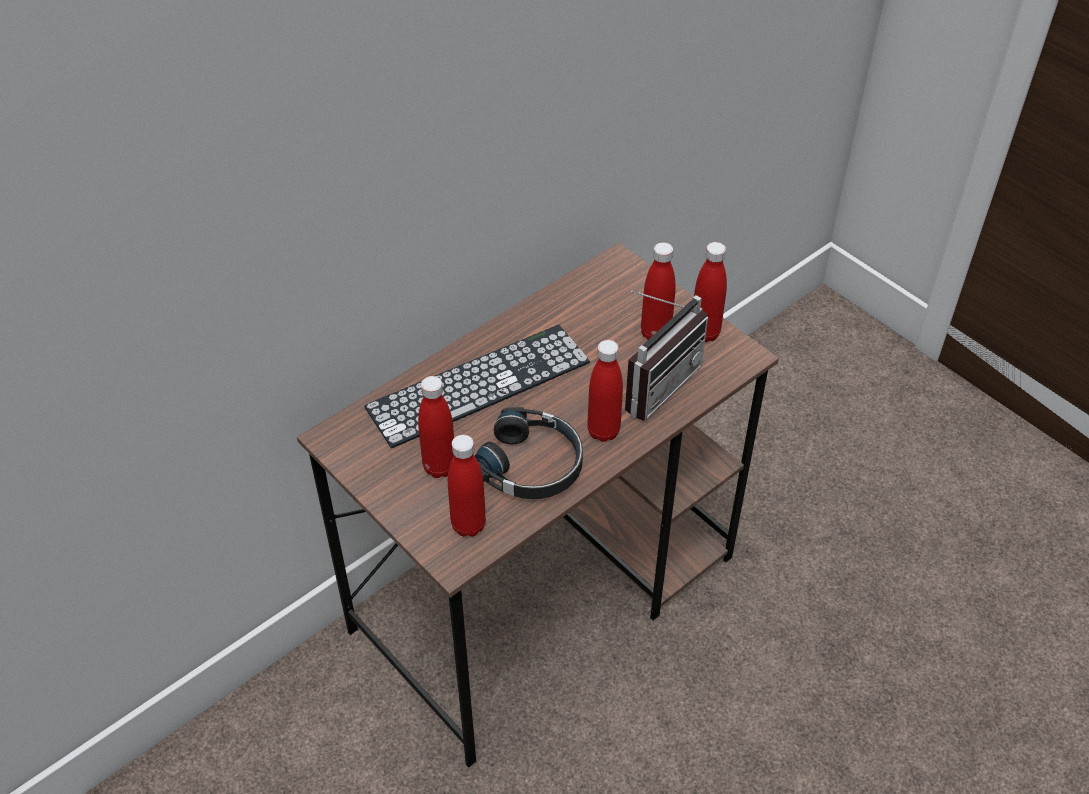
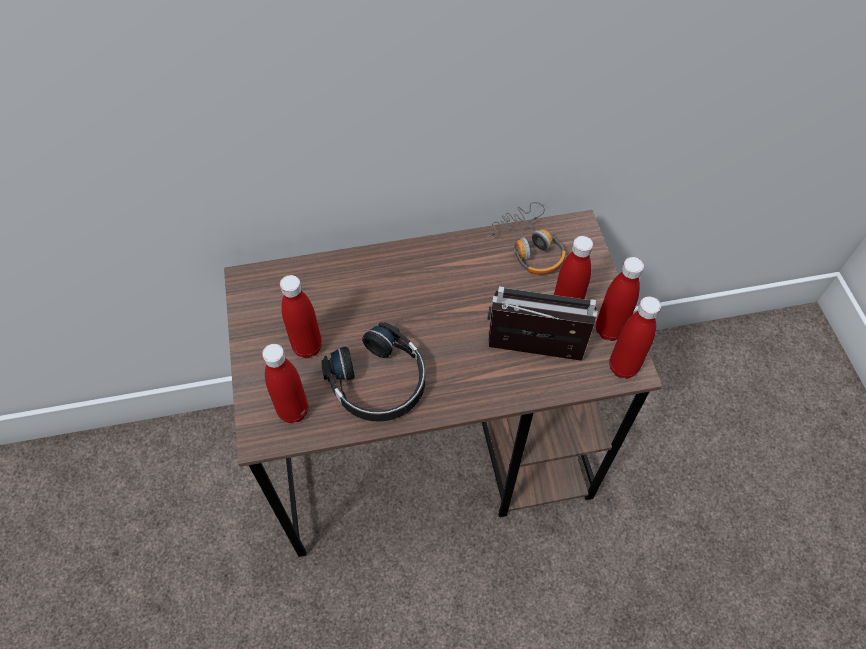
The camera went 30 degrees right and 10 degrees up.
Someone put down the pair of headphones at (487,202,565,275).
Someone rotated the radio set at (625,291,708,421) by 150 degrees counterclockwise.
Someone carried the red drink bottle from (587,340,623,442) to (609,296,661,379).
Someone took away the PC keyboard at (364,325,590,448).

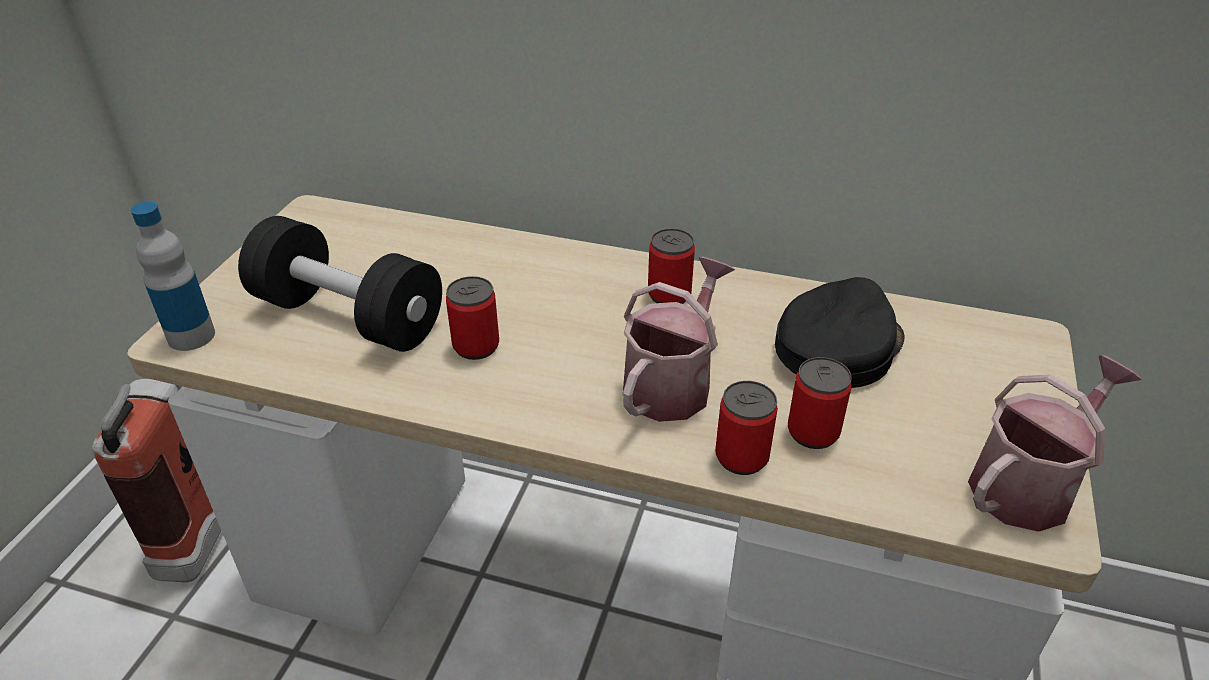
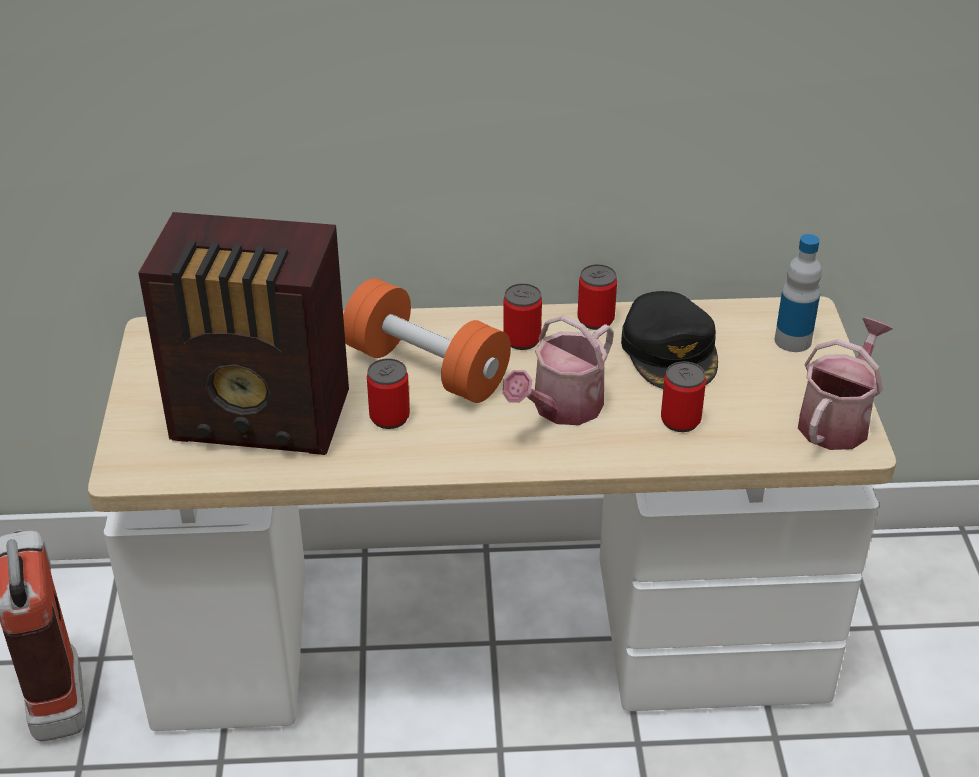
The camera went 20 degrees left and 0 degrees up.
Someone swapped the blackish free weight at (238,216,442,352) for the radio set at (138,212,349,455).
Someone put down the orangey free weight at (343,278,511,403).
Someone rotated the sprinkling can at (623,257,735,422) by 150 degrees counterclockwise.
Someone carried the sealed can from (715,381,778,475) to (577,264,617,330).
Someone rotated the blackish peaked cap at (775,277,905,388) by 150 degrees clockwise.
Someone carried the drink bottle from (131,202,215,351) to (775,234,822,352).

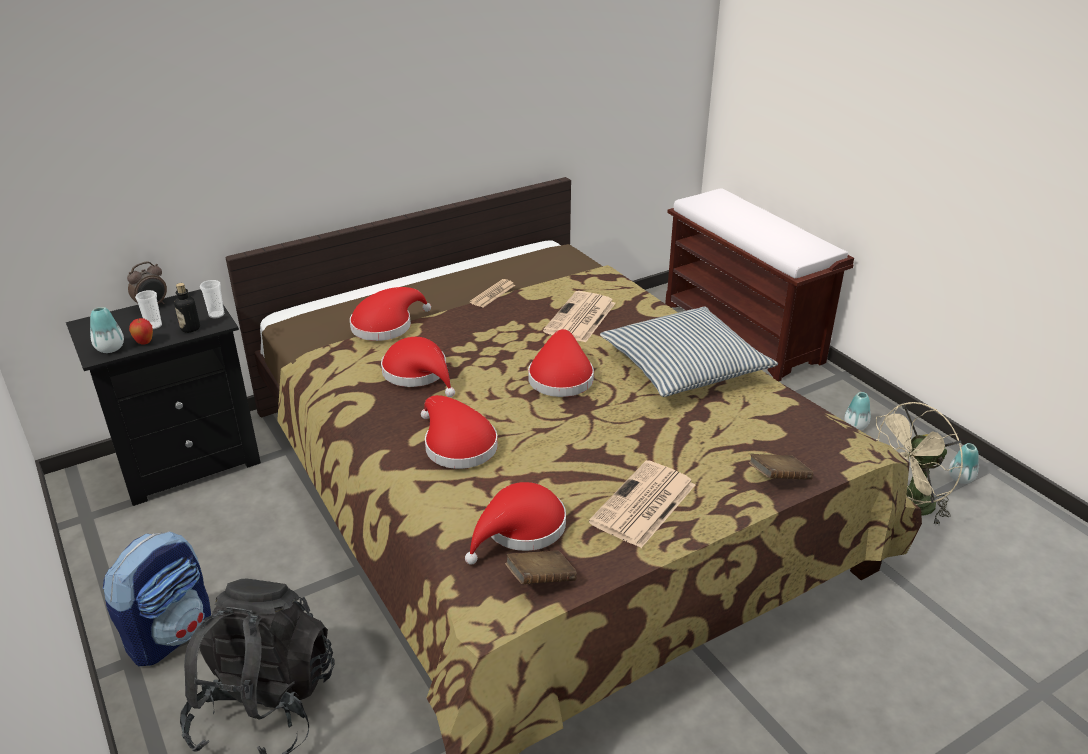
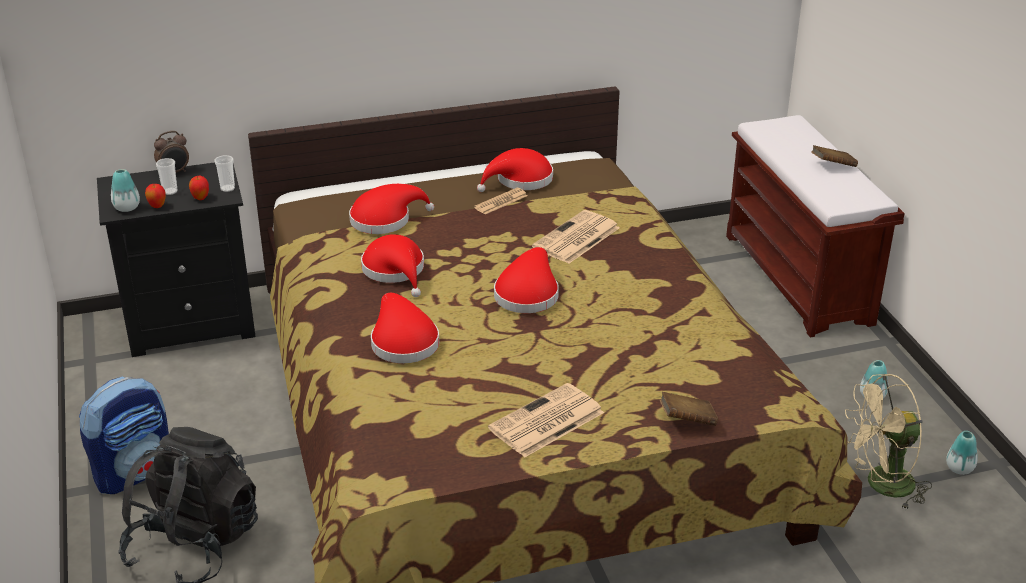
The camera went 15 degrees right and 0 degrees up.
Someone swapped the drink bottle at (174,283,200,333) for the whole apple at (189,176,209,200).
Someone carried the red hat from (465,482,566,565) to (477,148,553,192).
Someone carried the brown-coloured bound book from (505,550,577,585) to (811,145,858,167).
Someone took away the throw pillow at (600,307,778,397).

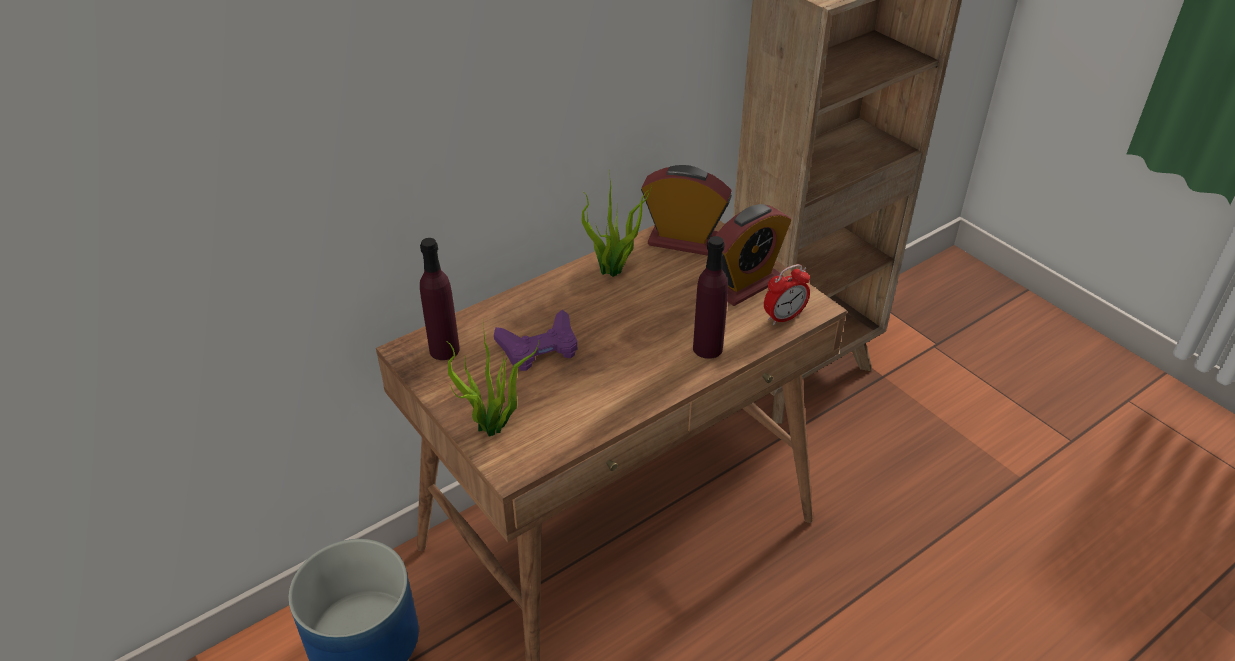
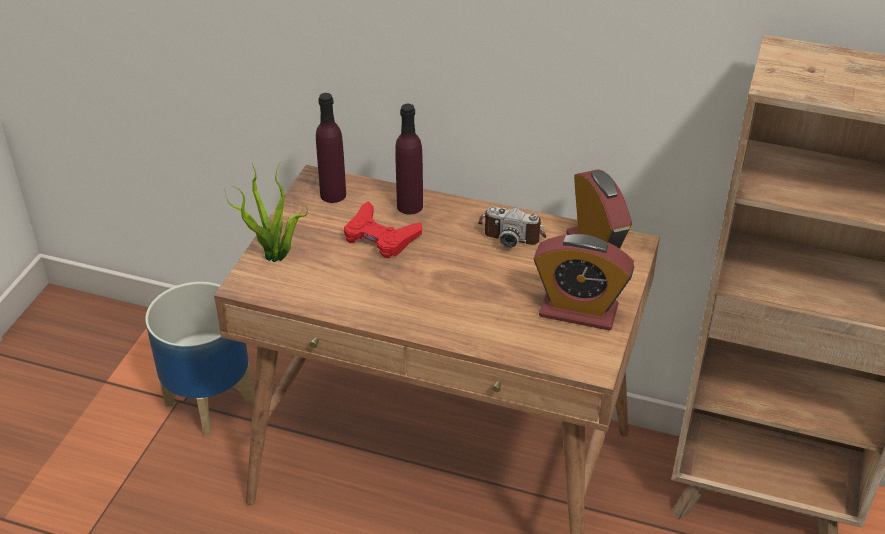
The camera went 55 degrees right and 0 degrees up.
Someone repainted the purple-coloured joypad at (494,310,577,371), which became the red joypad at (344,201,422,258).
Someone carried the purple-coloured drink bottle from (693,236,728,359) to (395,104,423,214).
Someone swapped the plant in a pot at (581,169,652,277) for the photo camera at (478,207,546,248).
Someone took away the alarm clock at (764,264,810,325).

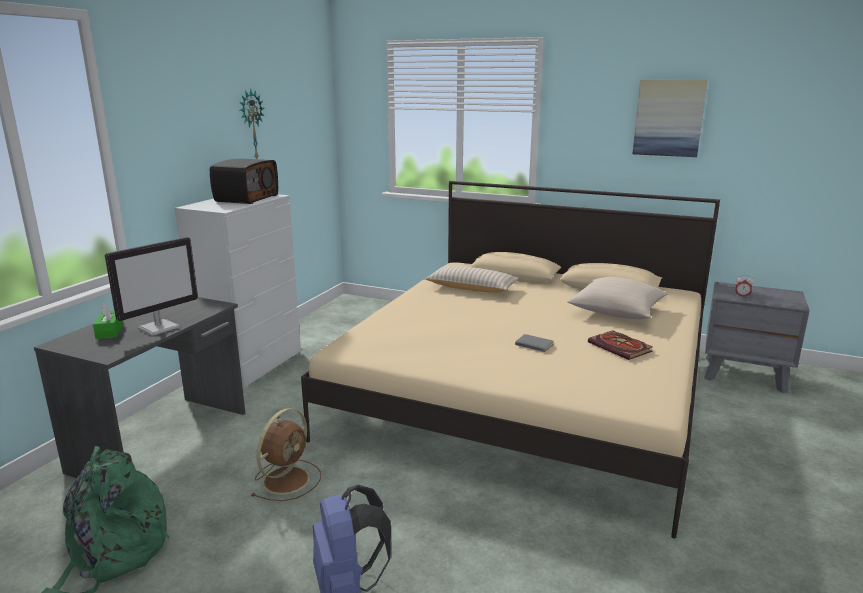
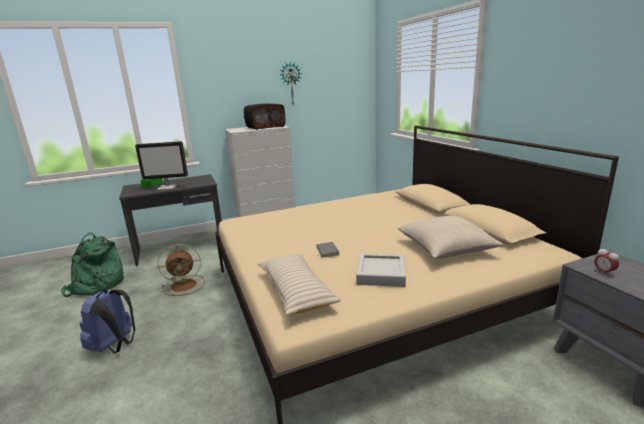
The camera went 45 degrees right and 0 degrees up.
Someone carried the beige throw pillow from (425,266,519,293) to (258,254,341,316).
Someone swapped the bound book at (588,330,653,360) for the gray tray at (356,254,406,287).
Someone took away the picture at (633,80,708,157).

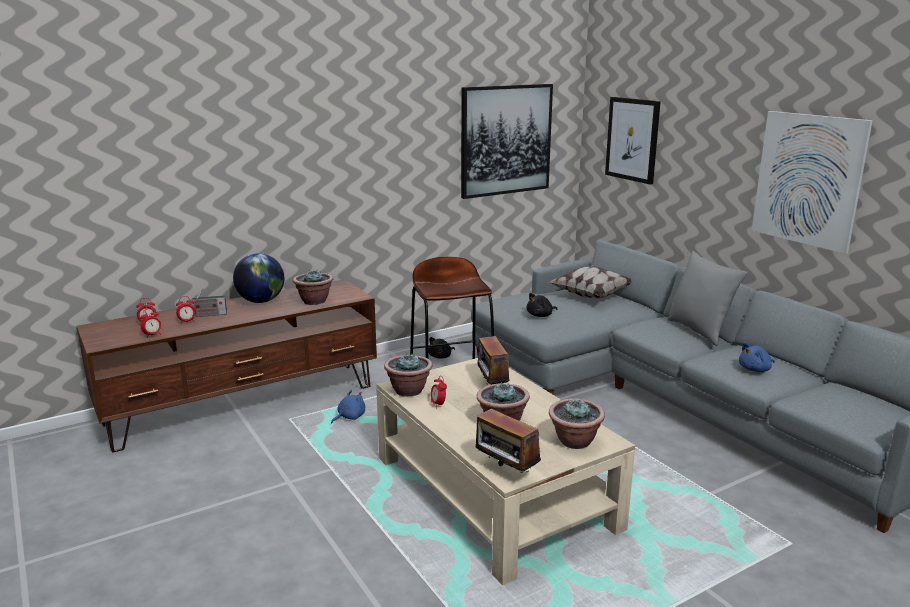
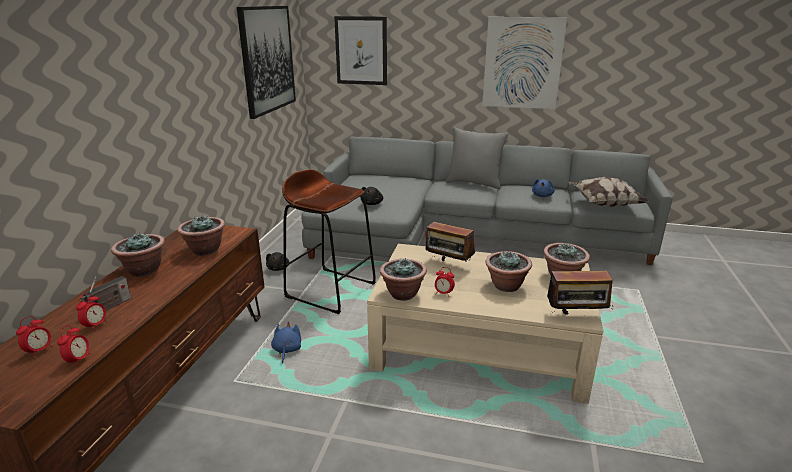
The camera went 45 degrees left and 5 degrees up.
Someone swapped the globe at (233,253,284,303) for the plant in a pot at (111,232,165,277).
Someone carried the throw pillow from (549,265,631,298) to (568,177,649,207).

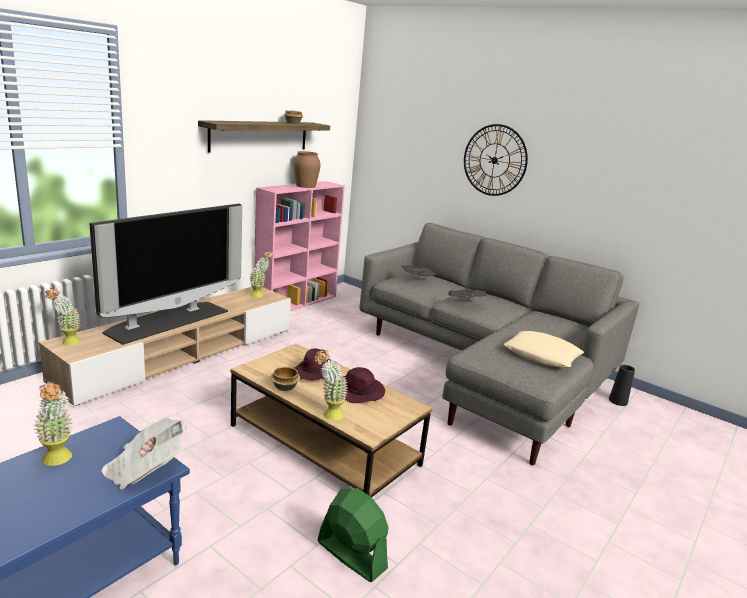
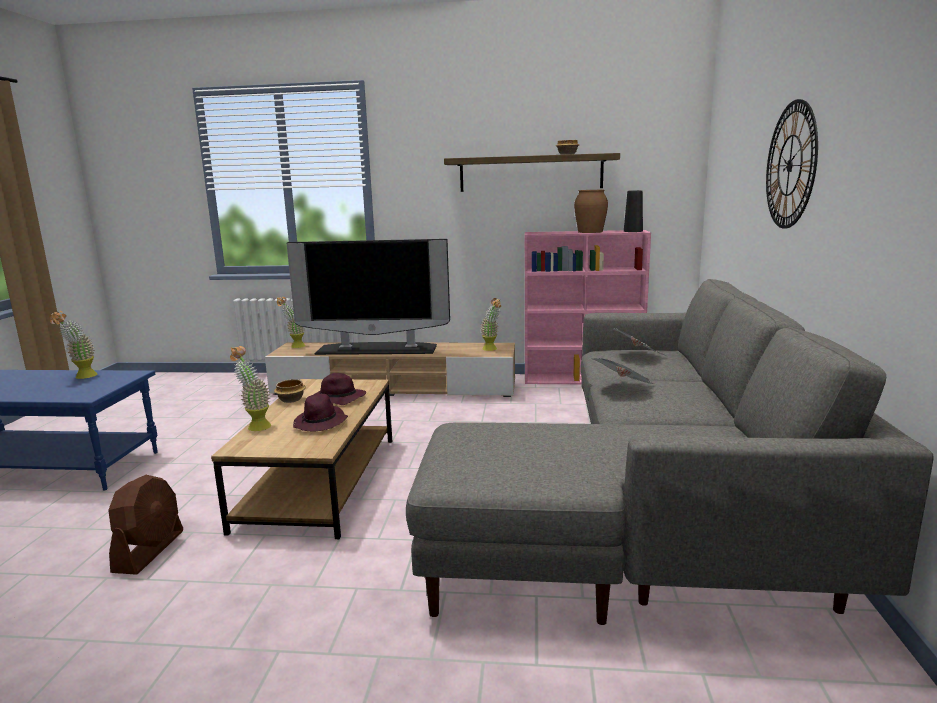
The camera went 60 degrees right and 5 degrees down.
Someone repainted the greenish cooling fan at (317,488,389,582), which became the brown-coloured cooling fan at (108,475,183,575).
Someone carried the blackish decorative vase from (609,365,635,406) to (624,190,643,232).
Someone took away the newspaper at (102,417,187,489).
Someone took away the beige throw pillow at (503,331,584,367).

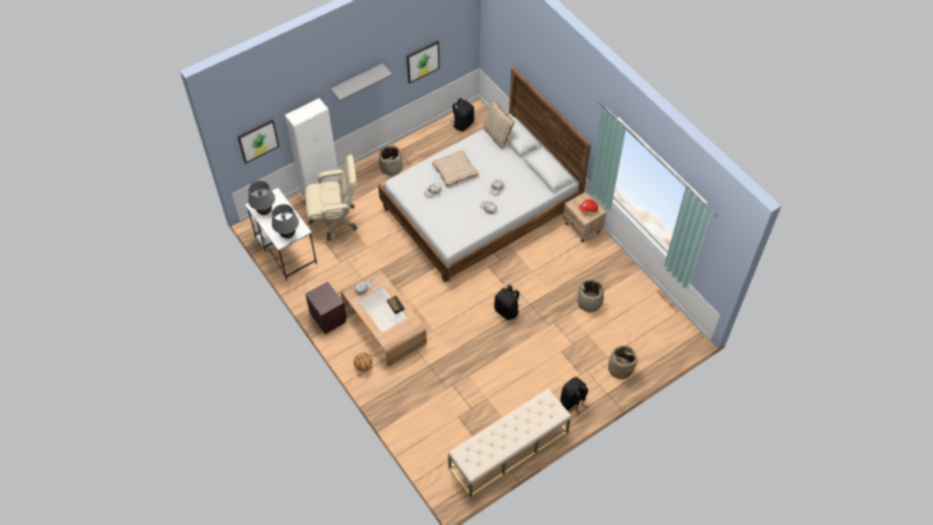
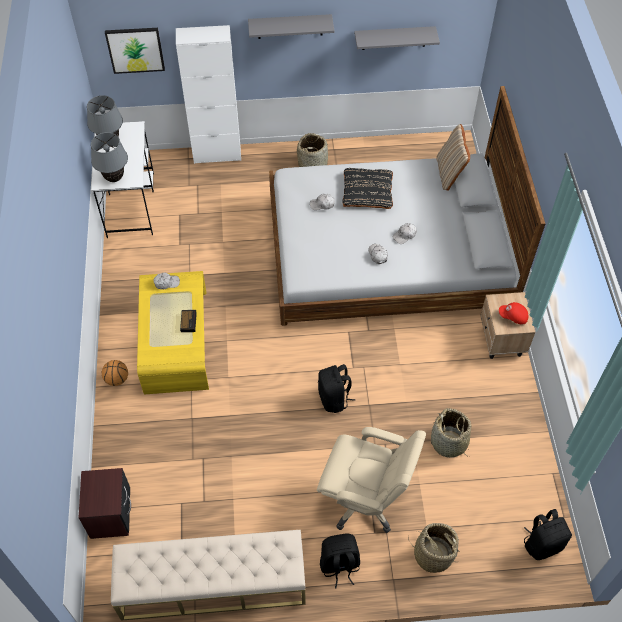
The camera went 30 degrees right and 0 degrees up.
Someone carried the brown-coloured bedside table from (305,281,346,334) to (79,468,131,539).
Someone repainted the brown-coloured lounge table at (341,270,427,366), which became the yellowish lounge table at (137,271,209,394).
Someone carried the beige office chair from (305,155,357,241) to (317,427,426,533).
Someone repainted the beige throw pillow at (432,150,478,187), which became the blackish throw pillow at (342,168,393,209).
Someone swapped the picture at (407,41,440,84) for the gray bracket shelf at (354,26,440,50).
Someone carried the blackish backpack from (452,98,474,131) to (524,509,572,560).

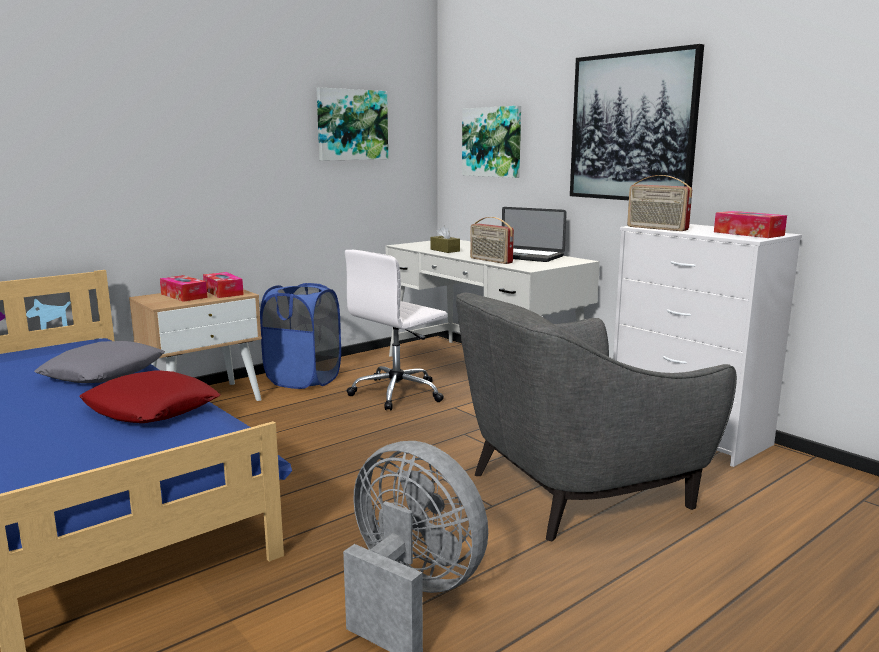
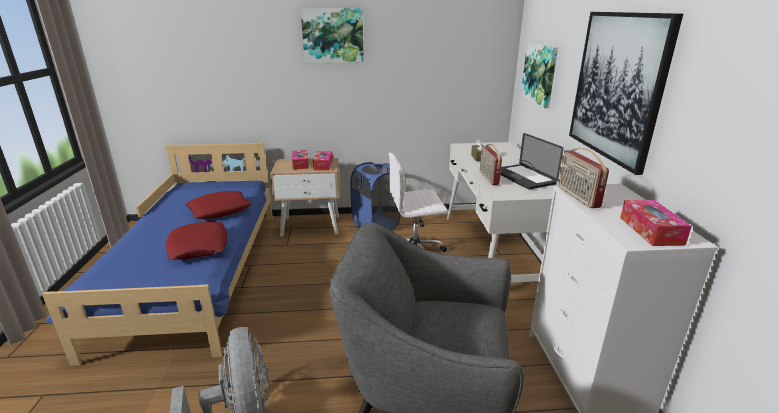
The camera went 35 degrees right and 10 degrees up.
Someone repainted the gray throw pillow at (34,341,165,383), which became the red throw pillow at (185,191,252,219).
Someone carried the picture from (317,87,388,161) to (300,8,364,63).

